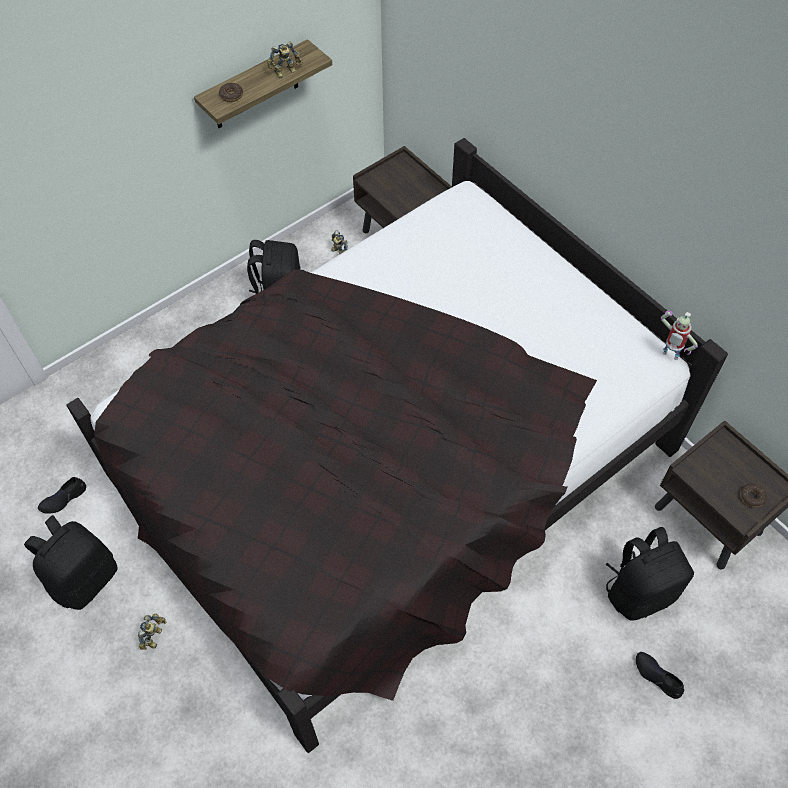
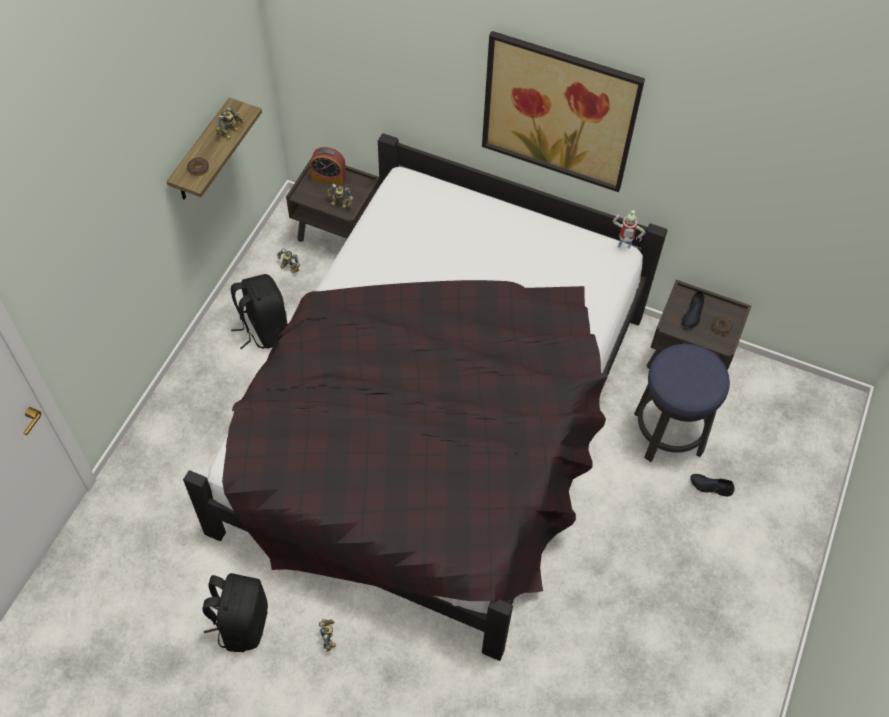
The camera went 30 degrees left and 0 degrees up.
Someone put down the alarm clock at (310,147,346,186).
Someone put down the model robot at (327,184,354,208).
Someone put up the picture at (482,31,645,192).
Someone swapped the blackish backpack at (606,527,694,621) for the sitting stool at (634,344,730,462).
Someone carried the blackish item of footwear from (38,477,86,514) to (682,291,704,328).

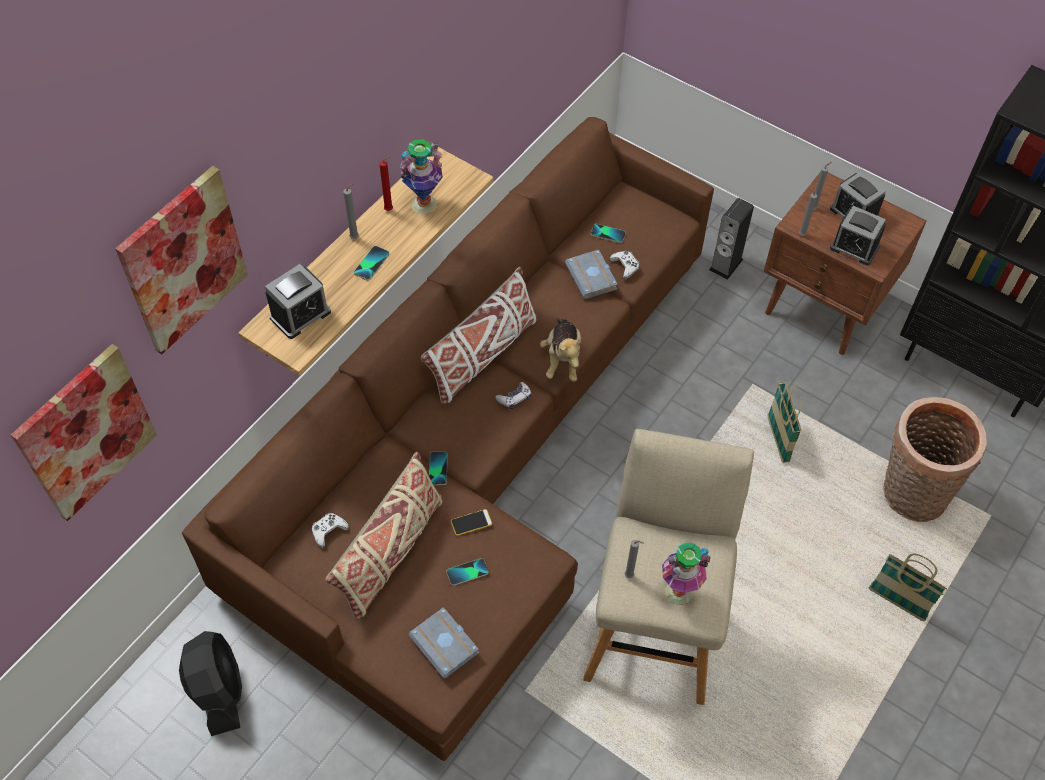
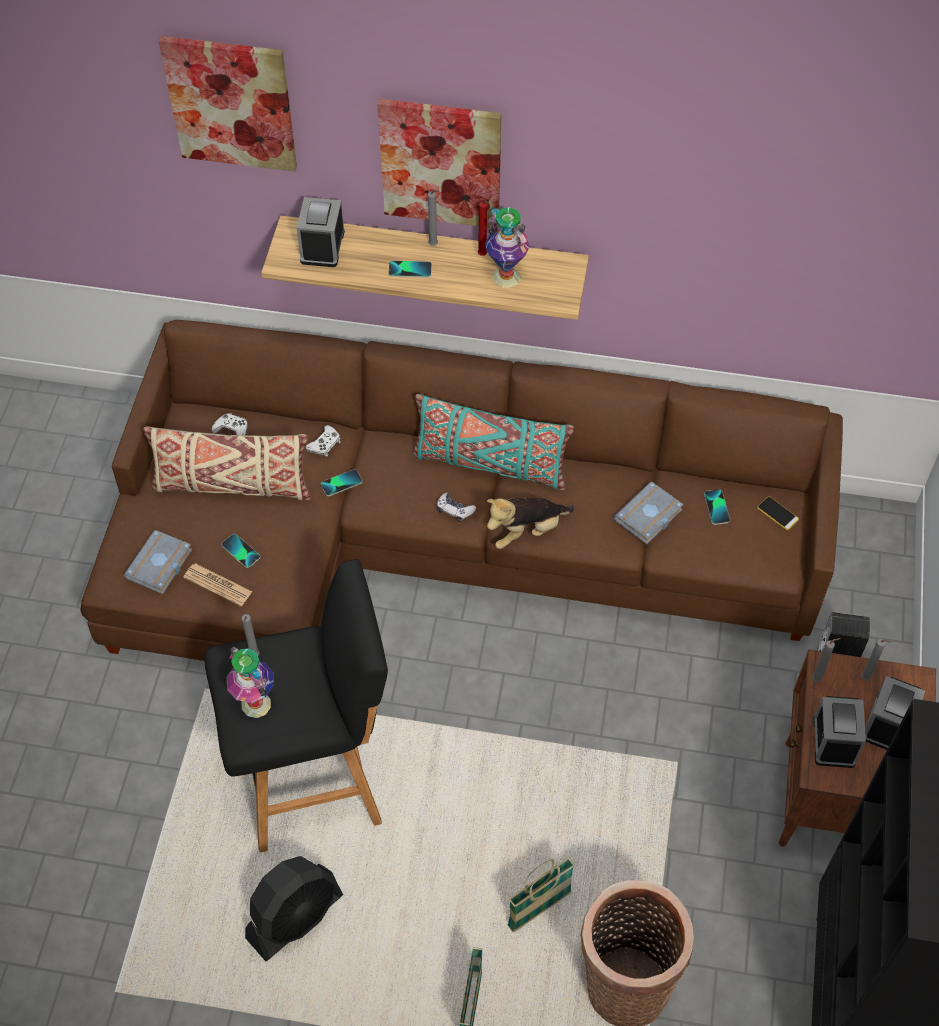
The camera went 65 degrees right and 0 degrees up.
Someone put down the newspaper at (183,563,252,606).
Someone repainted the beige sitting stool at (583,429,754,705), which became the blackish sitting stool at (205,559,388,852).
Someone carried the blackish cooling fan from (179,631,242,736) to (245,856,343,961).
Someone rotated the alarm clock at (265,264,331,339) by 75 degrees clockwise.
Someone carried the whitish joypad from (610,251,640,279) to (305,425,341,456).
Someone carried the picture from (11,344,157,521) to (378,98,501,229).
Someone repainted the whitish throw pillow at (421,267,538,405), which became the turquoise throw pillow at (413,394,574,491).
Someone carried the basket from (768,382,802,463) to (508,857,575,932).
Someone carried the telephone from (451,509,492,536) to (757,496,799,530).

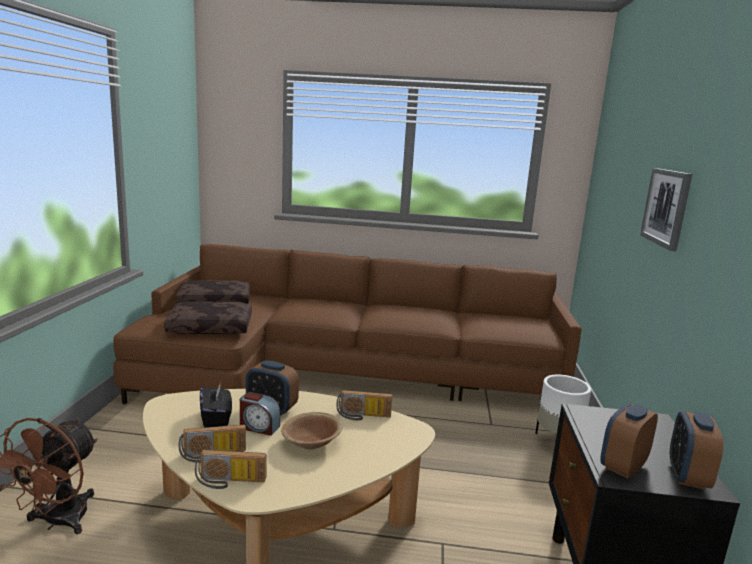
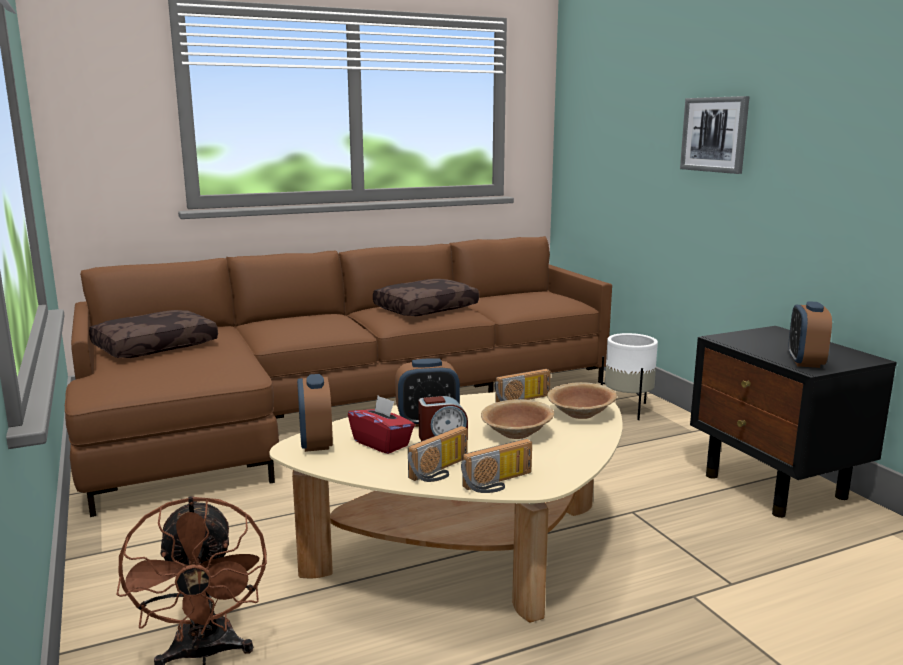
The camera went 30 degrees left and 0 degrees up.
Someone carried the alarm clock from (670,411,723,489) to (297,374,333,452).
Someone repainted the blackish tissue box at (200,382,232,427), which became the red tissue box at (348,395,415,454).
Someone carried the brown-coloured throw pillow from (164,301,252,334) to (373,279,479,316).
Someone put down the brown-coloured serving bowl at (547,382,617,419).

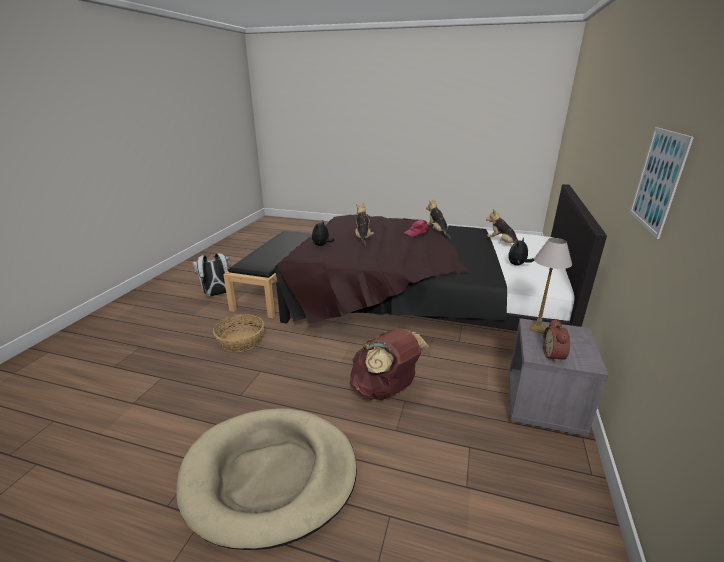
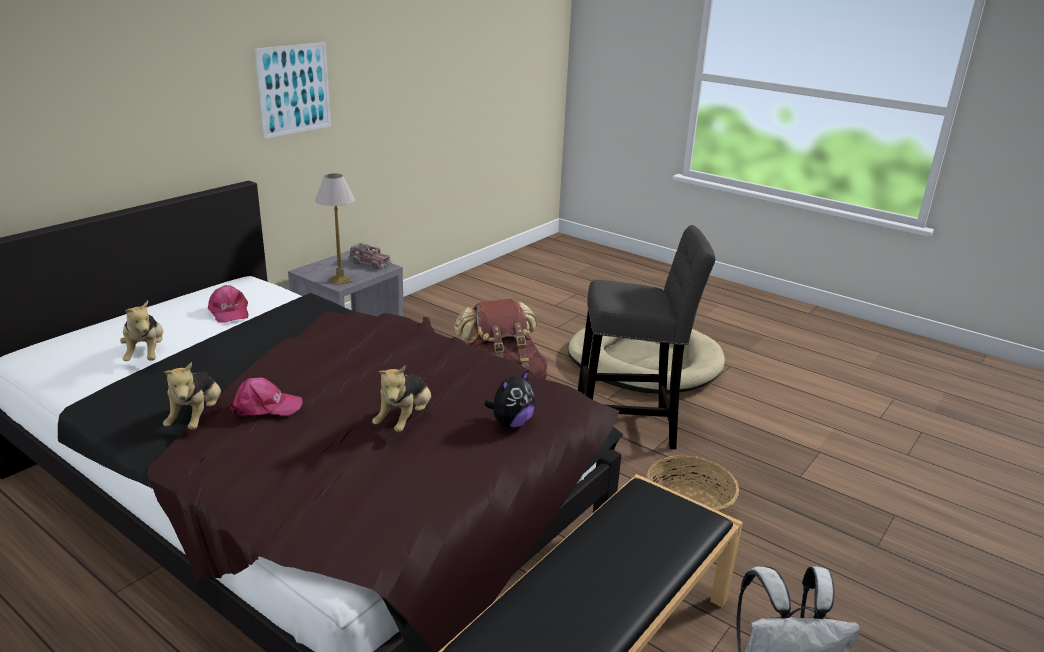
The camera went 160 degrees left and 0 degrees up.
Someone swapped the plush toy at (508,238,534,266) for the pinkish peaked cap at (208,285,249,322).
Someone swapped the alarm clock at (543,319,570,364) for the model truck at (348,243,391,269).
Someone put down the gray sitting stool at (578,225,716,449).

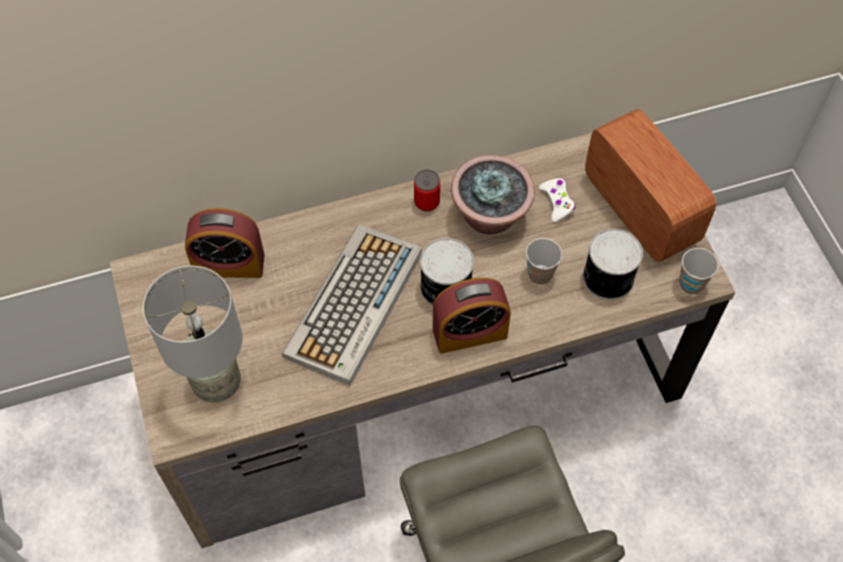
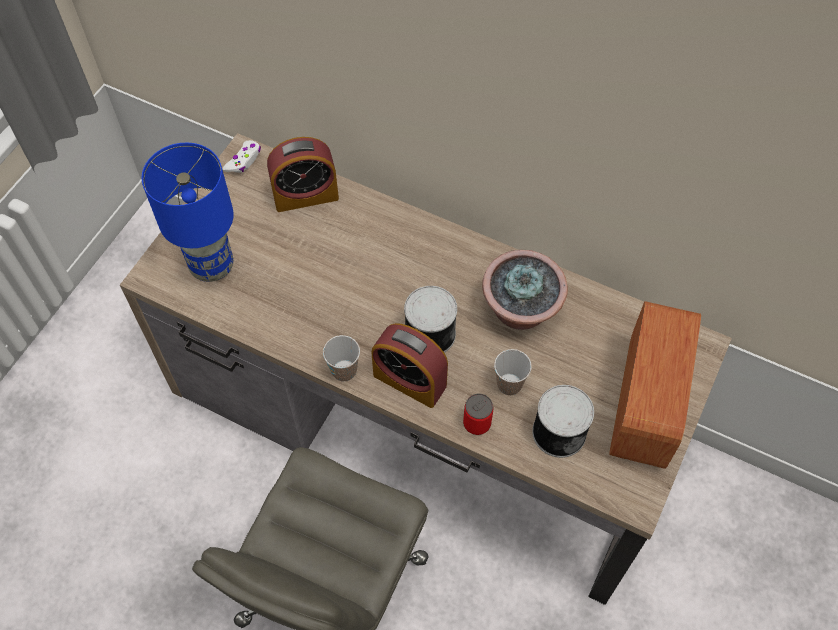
The camera went 45 degrees right and 0 degrees up.
Someone repainted the gray lamp for a table at (143,266,242,402), which became the bluish lamp for a table at (142,143,234,282).
Someone carried the whitish joypad from (539,178,575,223) to (223,140,261,173).
Someone rotated the alarm clock at (185,208,265,278) by 60 degrees counterclockwise.
Someone carried the cup from (679,248,719,294) to (323,335,360,382).
Someone carried the sealed can from (414,170,440,211) to (463,394,493,435).
Someone took away the PC keyboard at (282,225,422,386).

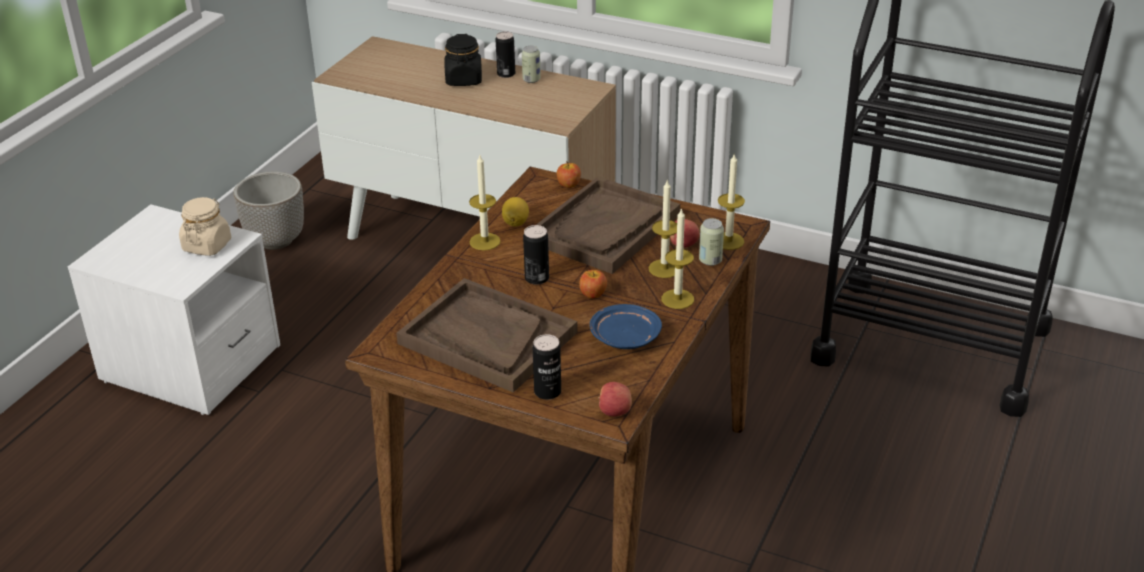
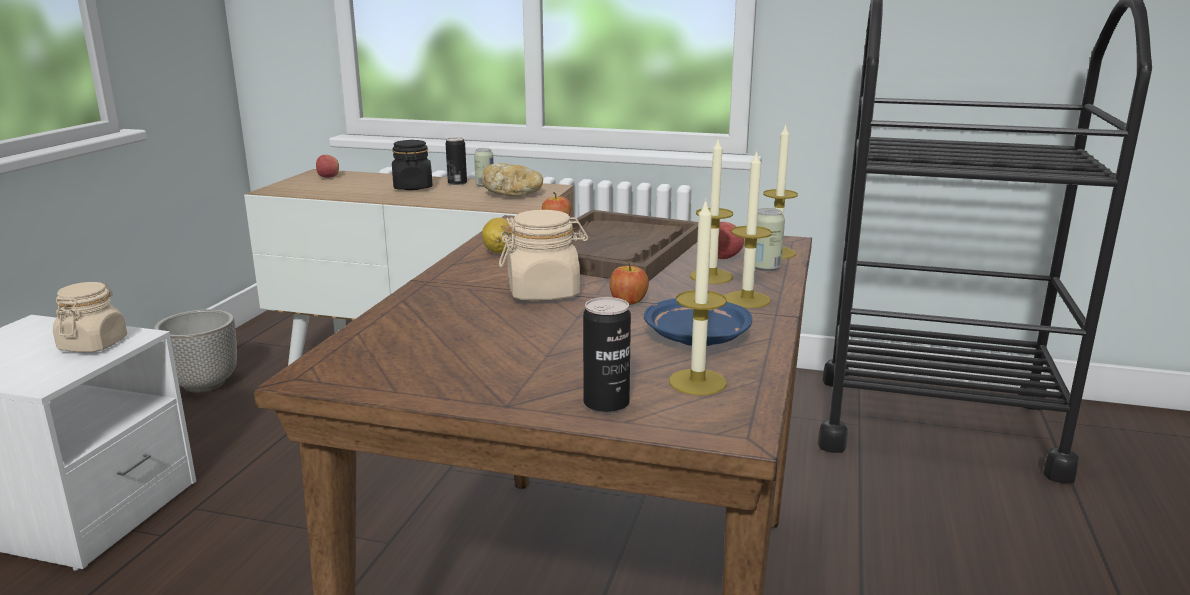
The camera went 10 degrees left and 15 degrees down.
Someone carried the whole apple from (598,382,632,416) to (316,155,339,178).
Someone put down the baked bread at (481,163,543,197).
Someone swapped the sealed can at (523,225,549,285) for the beige preserve jar at (499,210,588,301).
Someone carried the wax light from (469,155,501,250) to (669,199,727,395).
Someone took away the brown-coloured tray at (396,278,577,393).

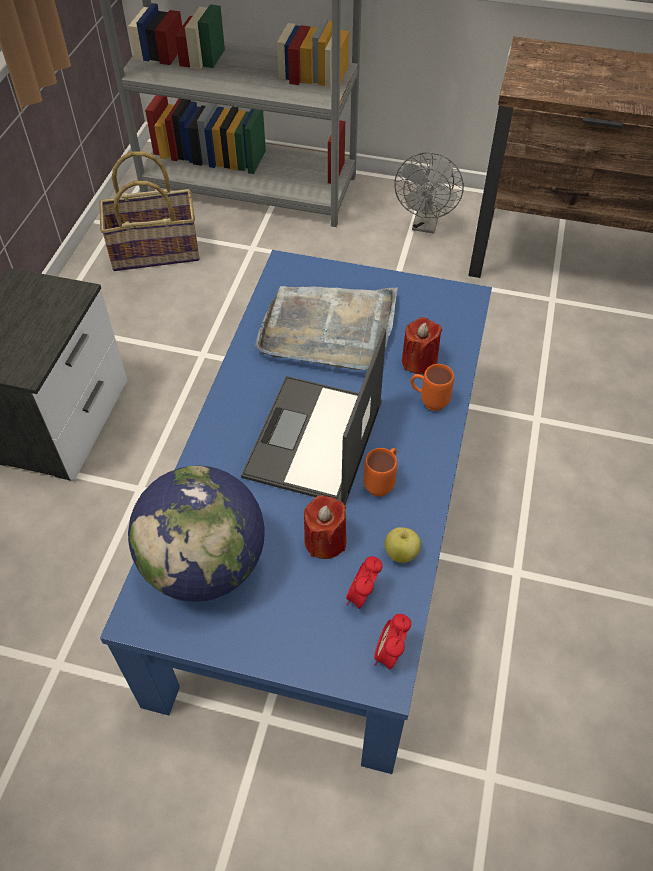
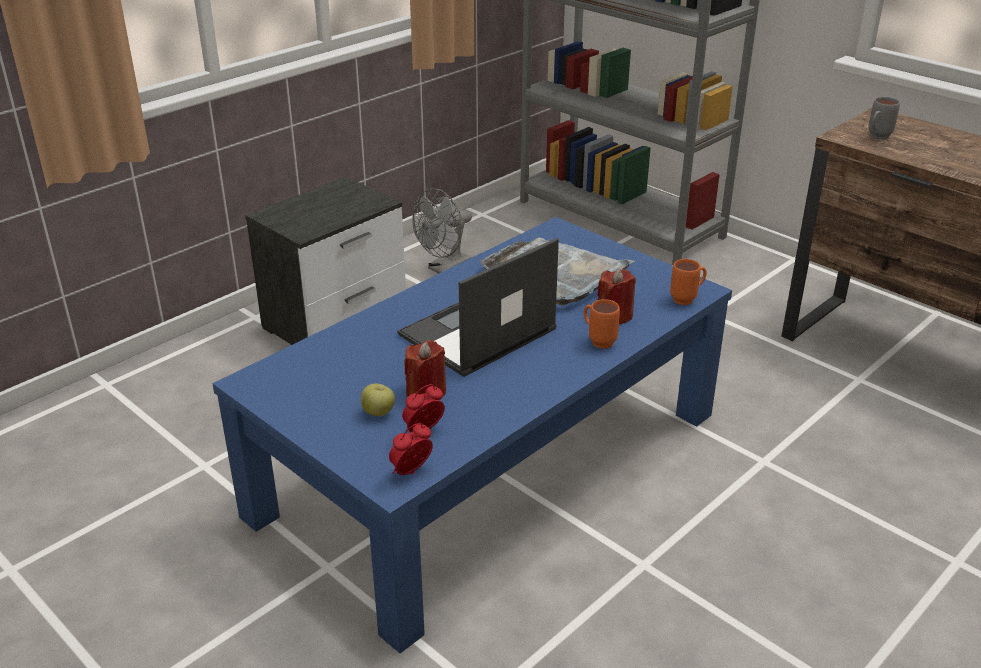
The camera went 30 degrees right and 20 degrees down.
Someone carried the whole apple from (385,527,421,563) to (361,383,395,416).
Someone carried the gray cooling fan from (394,152,464,234) to (412,188,472,274).
Someone carried the orangey coffee mug from (363,448,397,497) to (670,259,707,305).
Someone put down the gray coffee mug at (869,97,900,140).
Someone took away the basket at (99,151,199,271).
Someone took away the globe at (128,466,265,602).

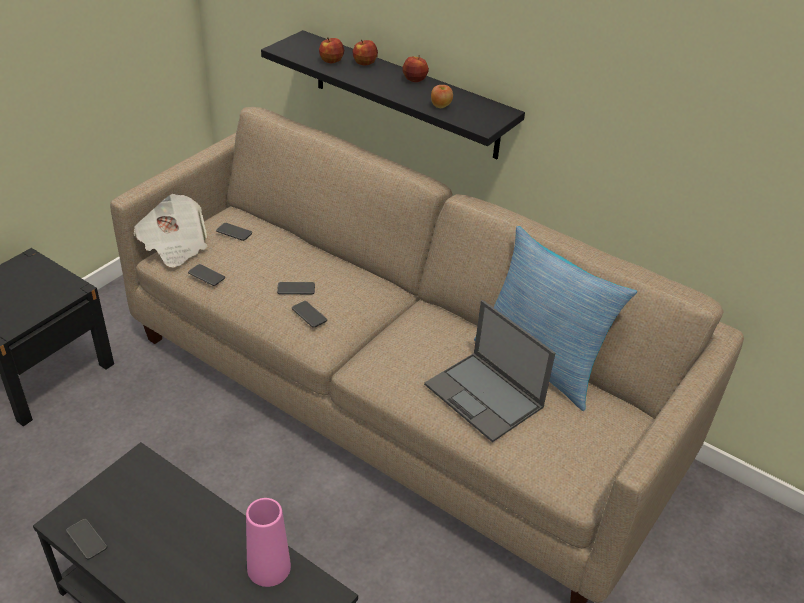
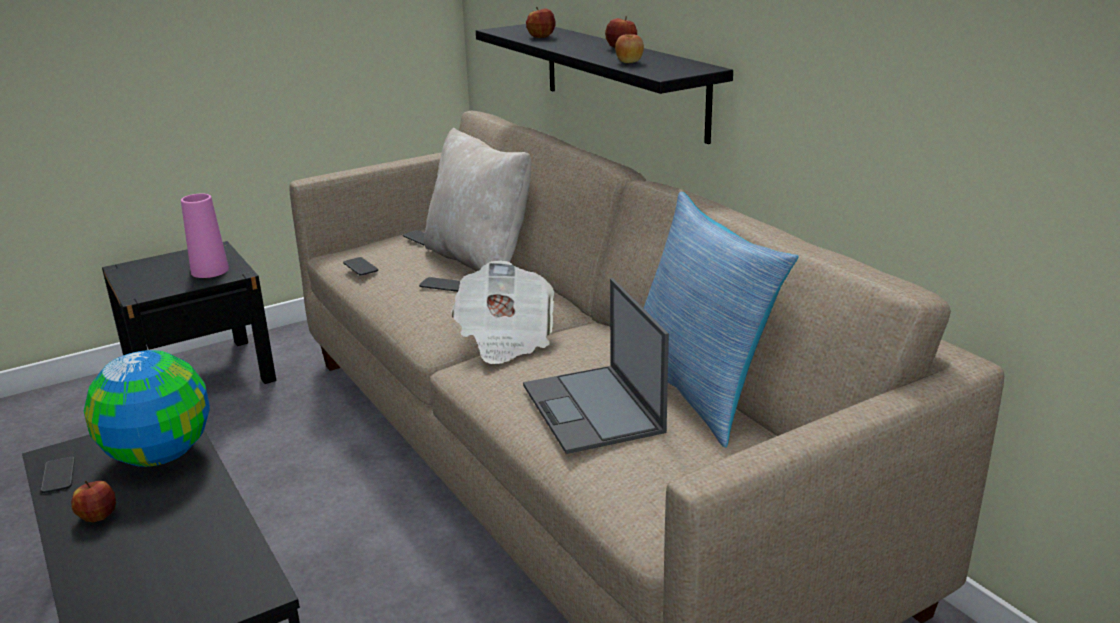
The camera went 25 degrees right and 15 degrees down.
Someone carried the whole apple from (353,39,378,66) to (71,481,116,522).
Someone put down the globe at (84,350,210,467).
Someone carried the pinkish decorative vase from (246,498,291,587) to (181,194,229,278).
Someone put down the beige throw pillow at (424,128,531,272).
Someone carried the newspaper from (134,194,207,268) to (451,260,555,364).
Someone took away the telephone at (292,301,327,328).

